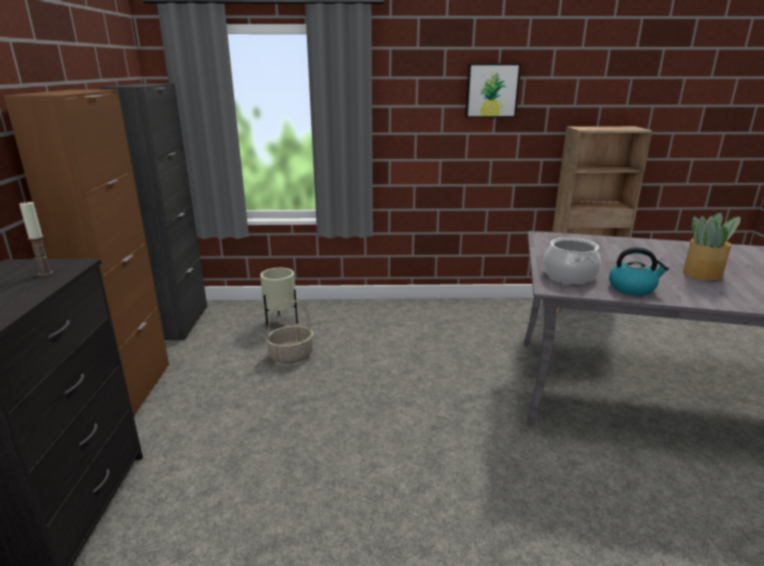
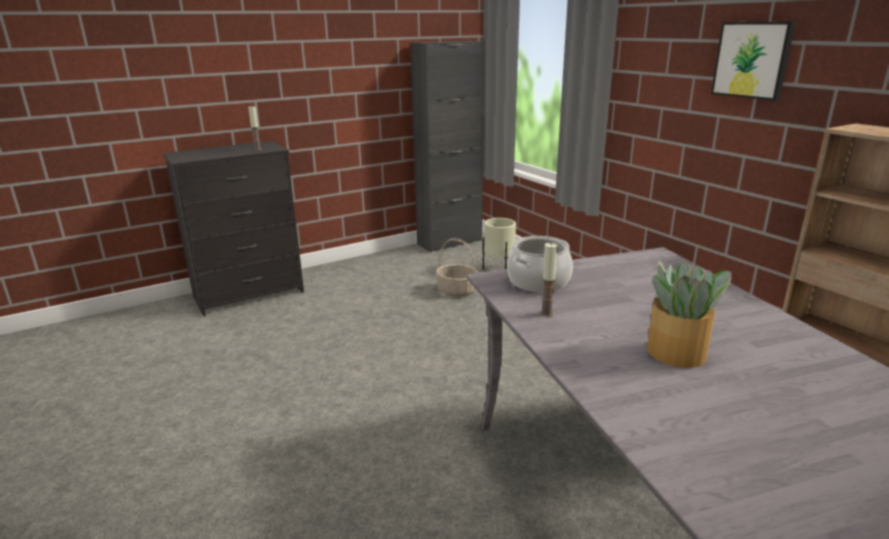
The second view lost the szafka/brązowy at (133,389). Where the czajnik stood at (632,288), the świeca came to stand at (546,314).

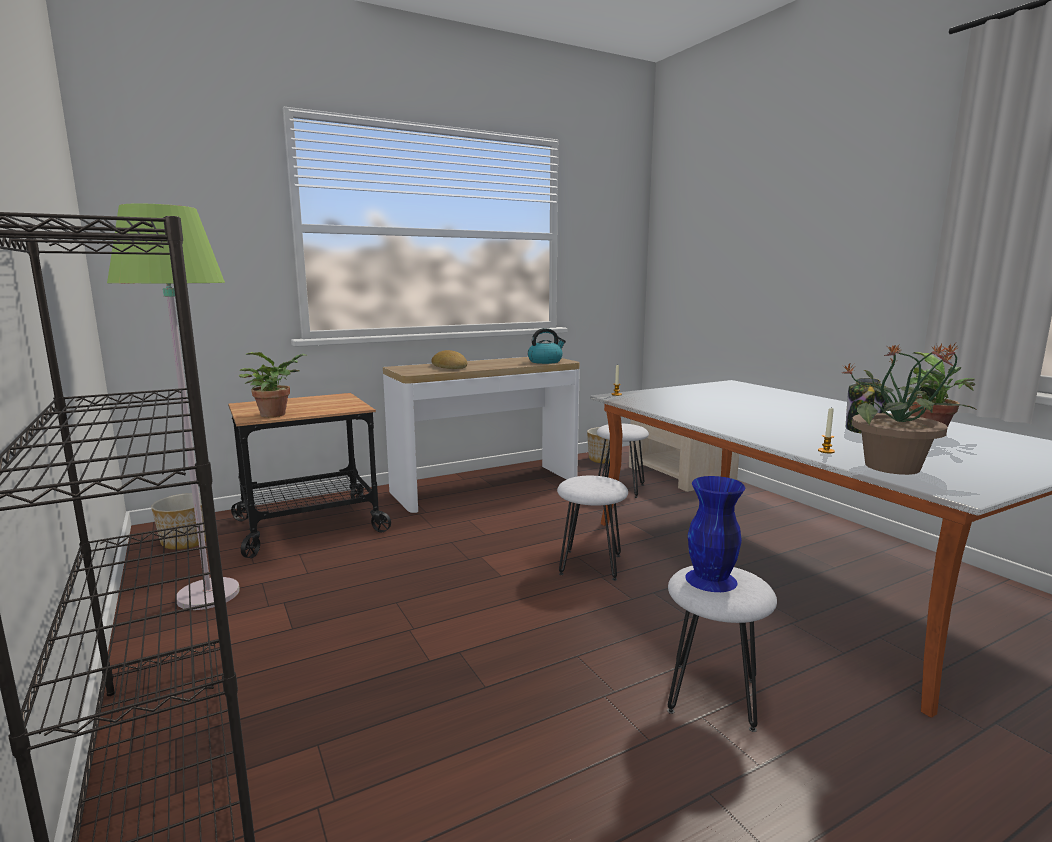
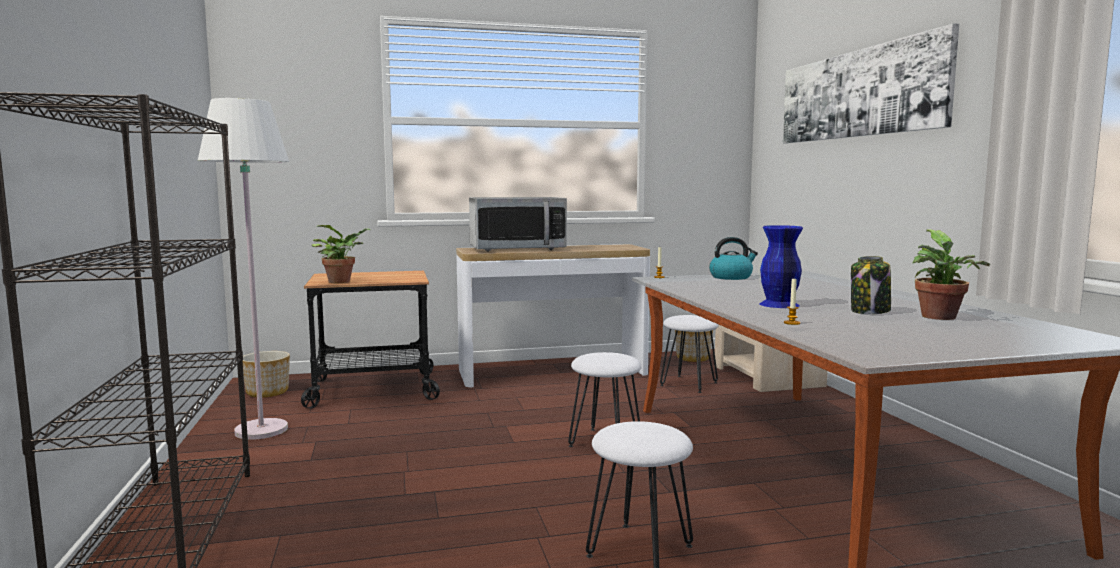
The second view lost the roślina doniczkowa at (894,467). The second view gained the obraz at (858,94). The czajnik ended up elsewhere, having gone from (545,361) to (731,277). The wazon/niebieski ended up elsewhere, having gone from (710,580) to (778,304). Where the chleb stood at (450,366), the mikrofalówka came to stand at (517,249). What was the lampa stojąca/zielony at (209,595) turned into the lampa stojąca/biały at (262,430).

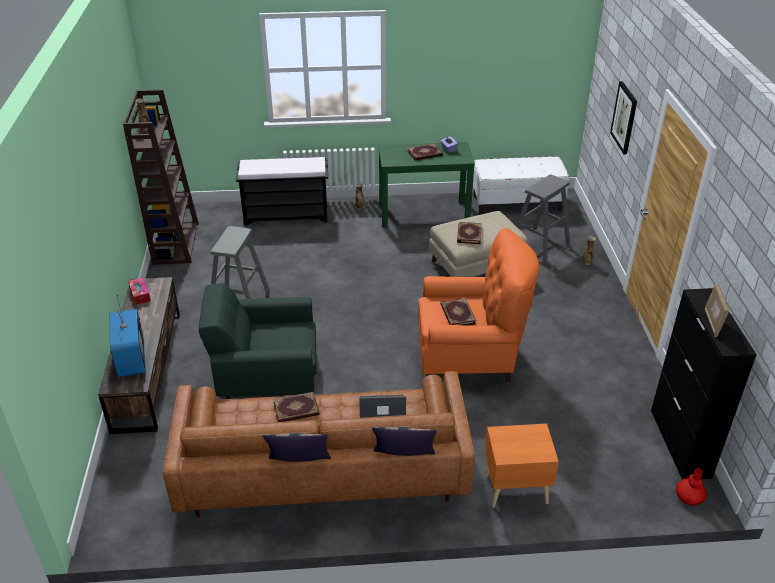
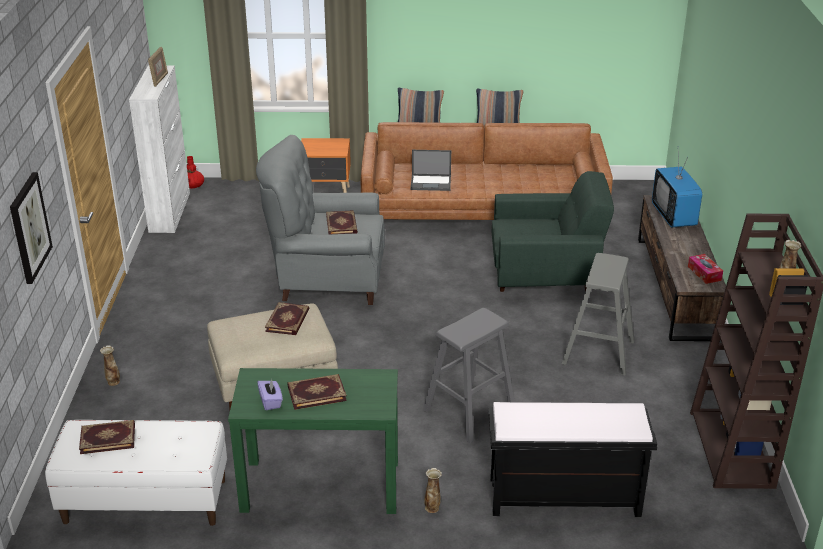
The książka ended up elsewhere, having gone from (296,409) to (108,438). The stołek/szary ended up elsewhere, having gone from (539,245) to (469,412). What was the fotel/pomarańczowy at (470,357) turned into the fotel/szary at (326,280). What was the szafka/czarny at (680,443) turned into the szafka/biały at (170,212).

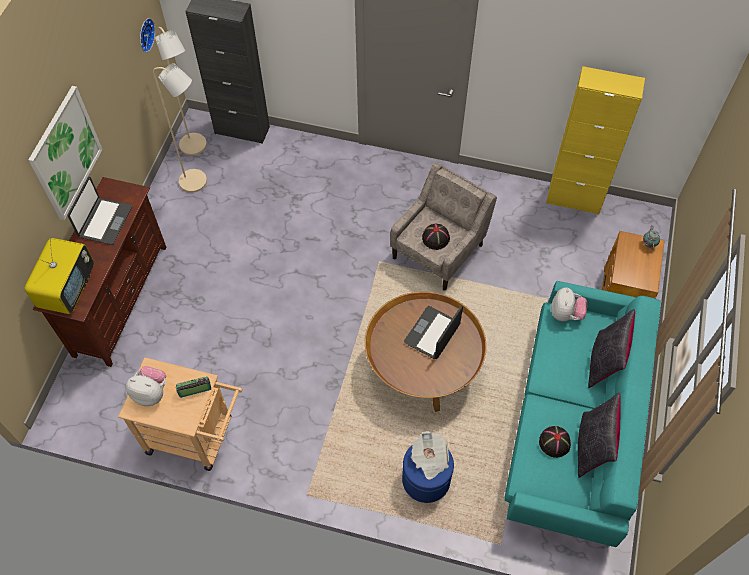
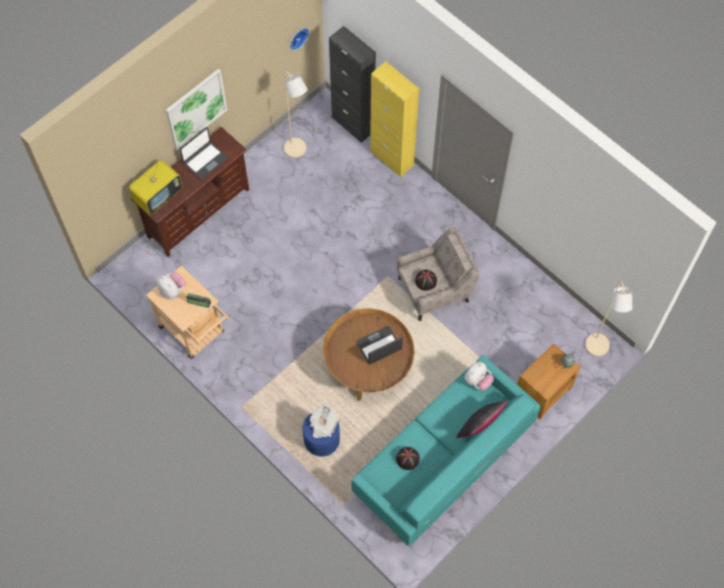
The second view lost the poduszka/czarny at (592,446). The lampa stojąca/beżowy ended up elsewhere, having gone from (195,148) to (597,349). The szafka/żółty ended up elsewhere, having gone from (574,199) to (391,158).

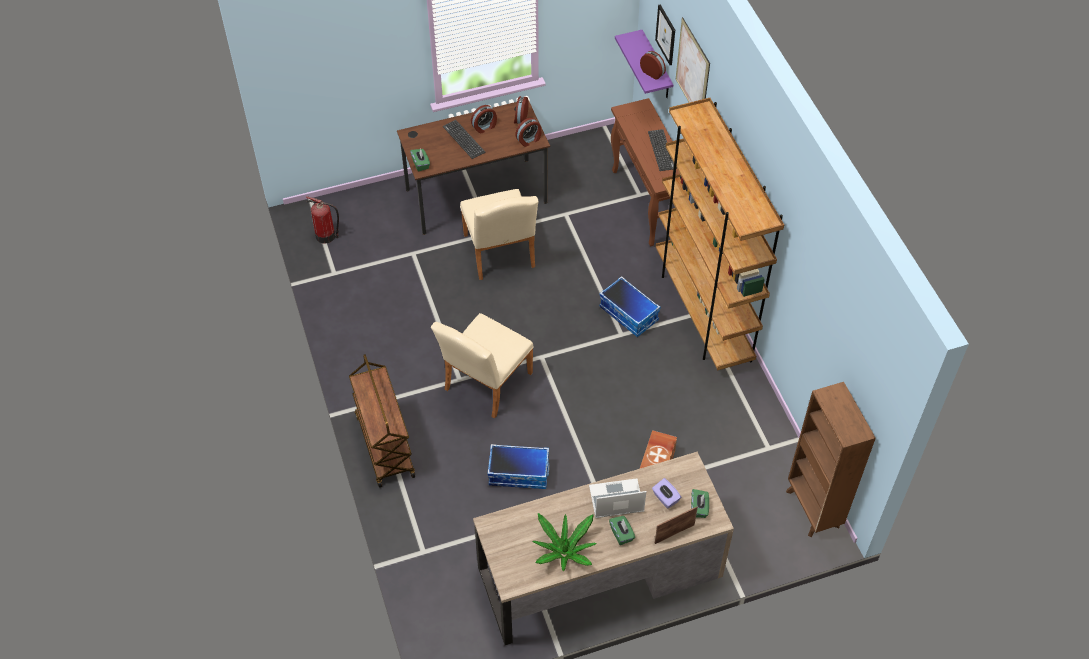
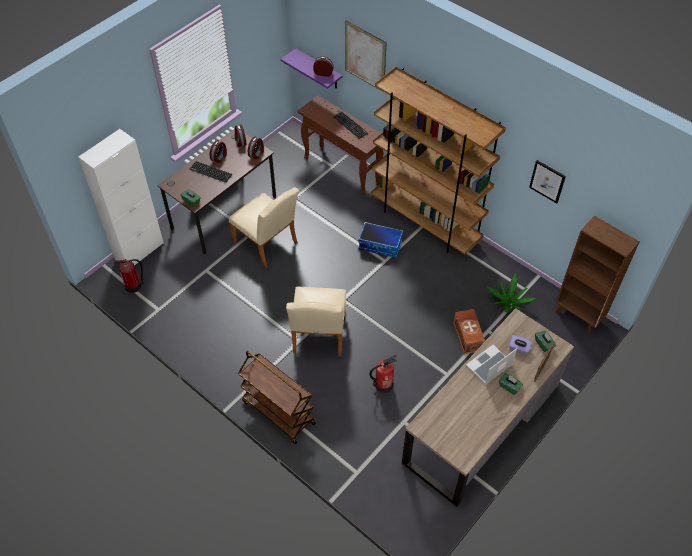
The second view gained the szafka/biały at (139,251). The roślina doniczkowa ended up elsewhere, having gone from (564,551) to (508,302). The obraz ended up elsewhere, having gone from (666,34) to (547,181). Where the pojemnik do przechowywania stood at (519,473), the gaśnica came to stand at (383,384).

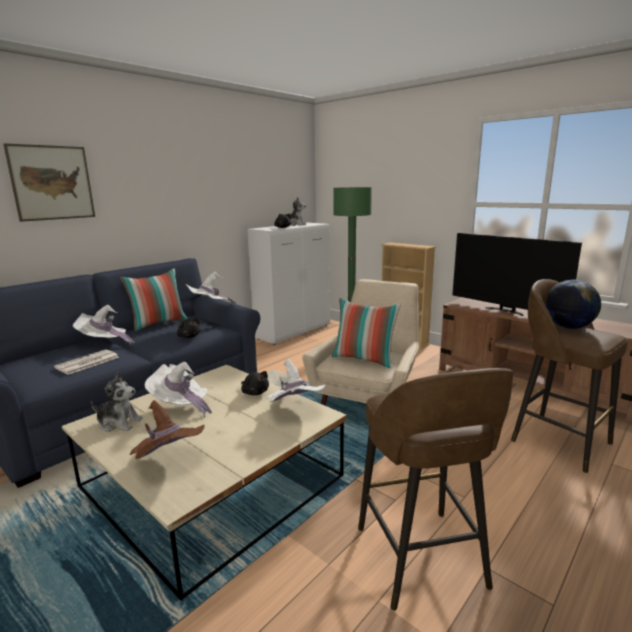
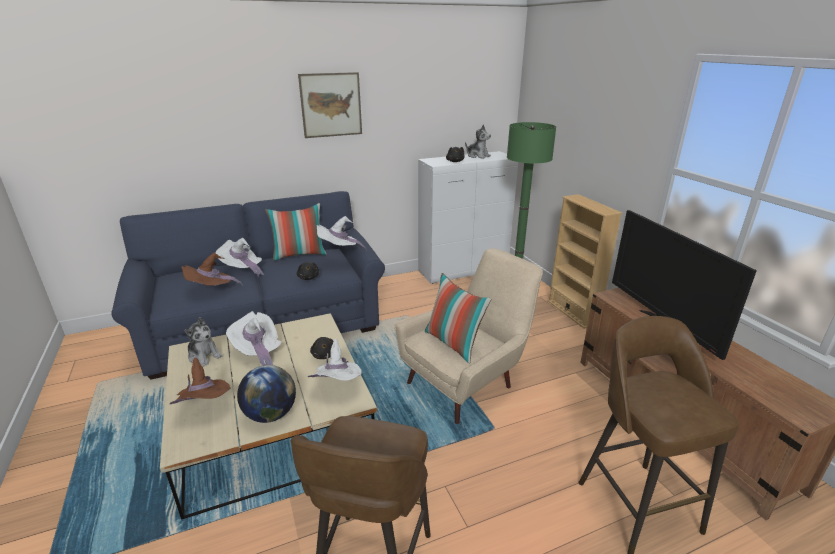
The obraz ended up elsewhere, having gone from (52,183) to (331,105). The globus ended up elsewhere, having gone from (568,327) to (270,414). Where the gazeta stood at (87,363), the kapelusz/brązowy came to stand at (212,290).

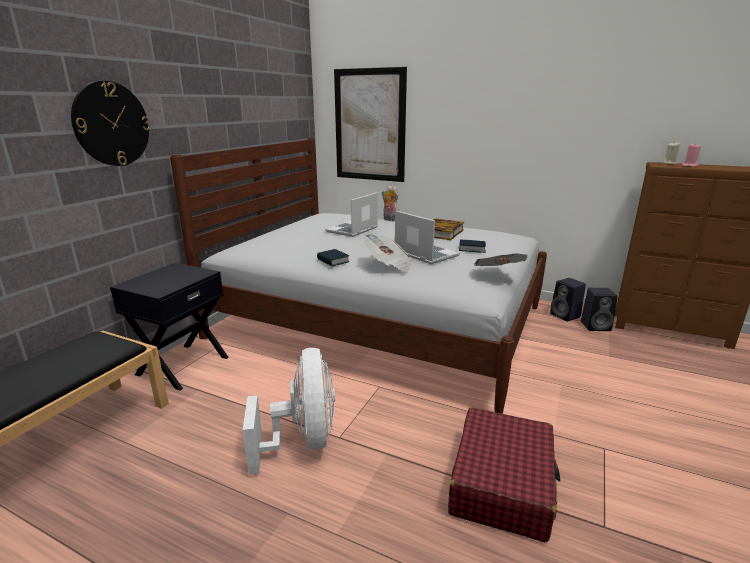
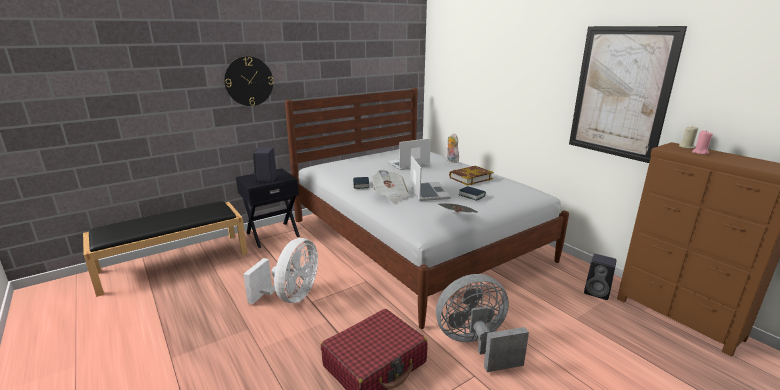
The second view gained the wentylator/szary at (476,345). The obraz ended up elsewhere, having gone from (369,126) to (620,93). The głośnik/czarny ended up elsewhere, having gone from (566,316) to (266,179).

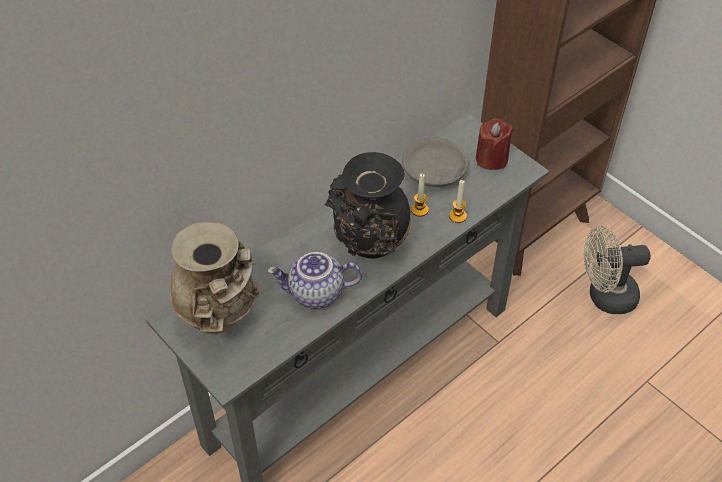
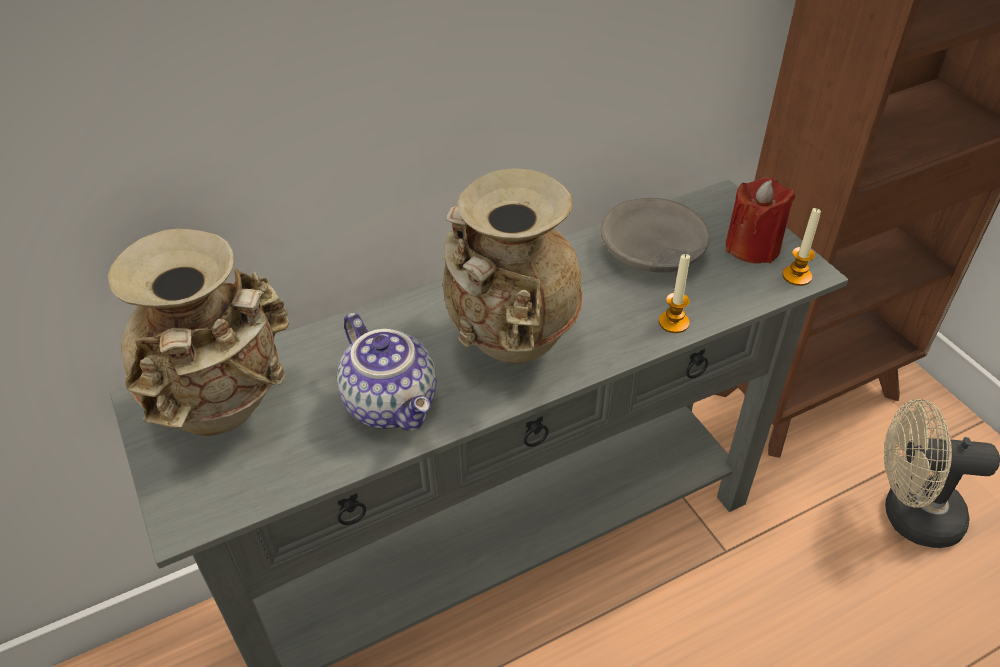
The świeca ended up elsewhere, having gone from (419,210) to (796,276). What was the wazon/czarny at (369,246) turned into the wazon/beżowy at (510,344). The imbryk at (316,294) ended up facing another way, 135 degrees counterclockwise from before.

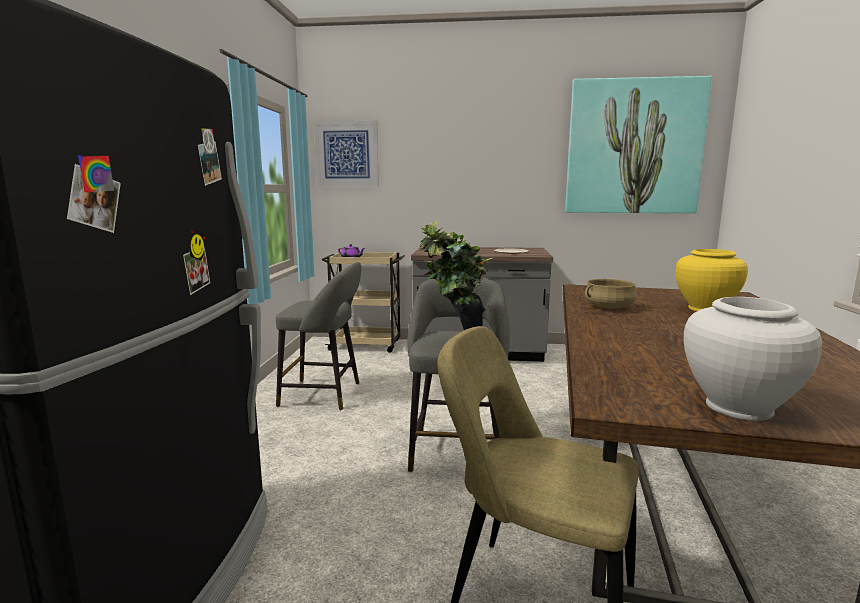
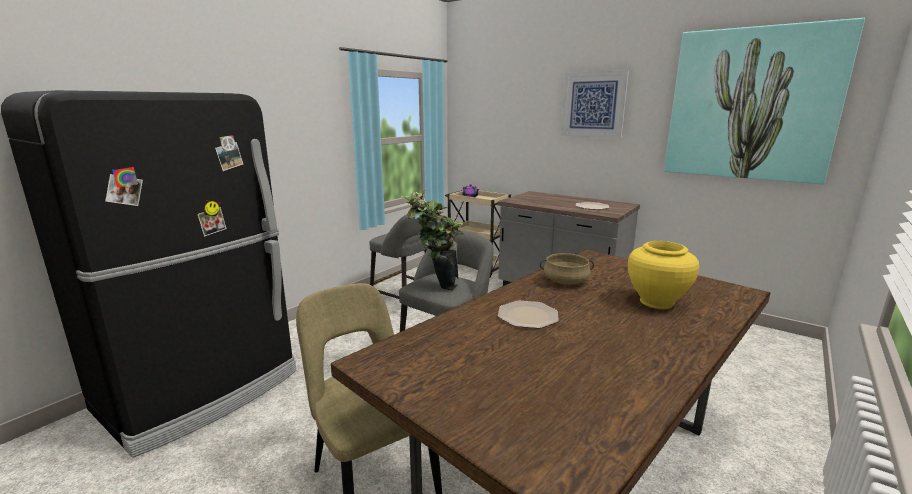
The second view lost the wazon/biały at (738,408). The second view gained the talerz at (527,316). The obraz ended up elsewhere, having gone from (347,154) to (593,104).

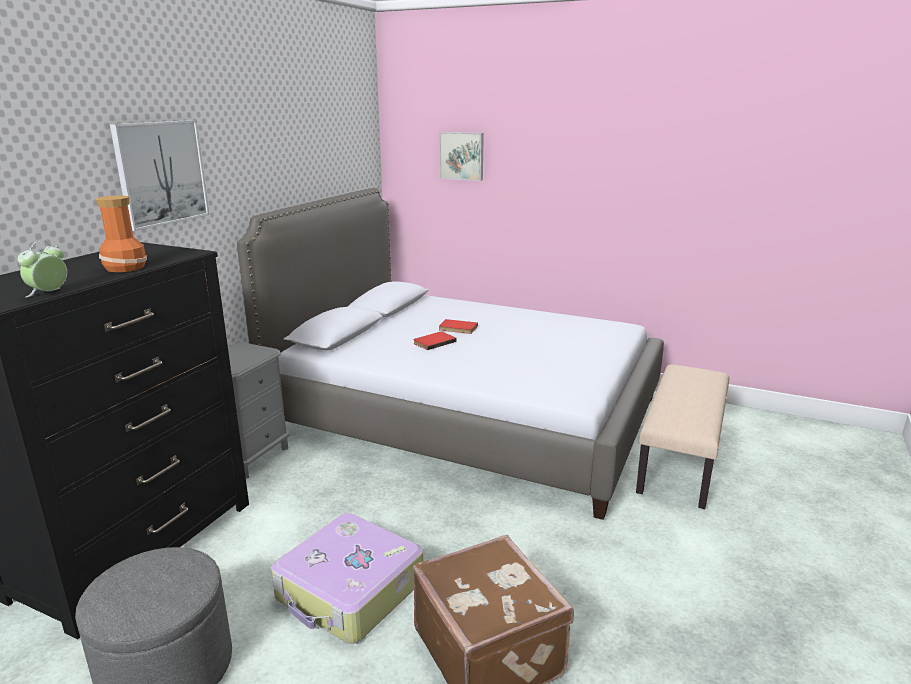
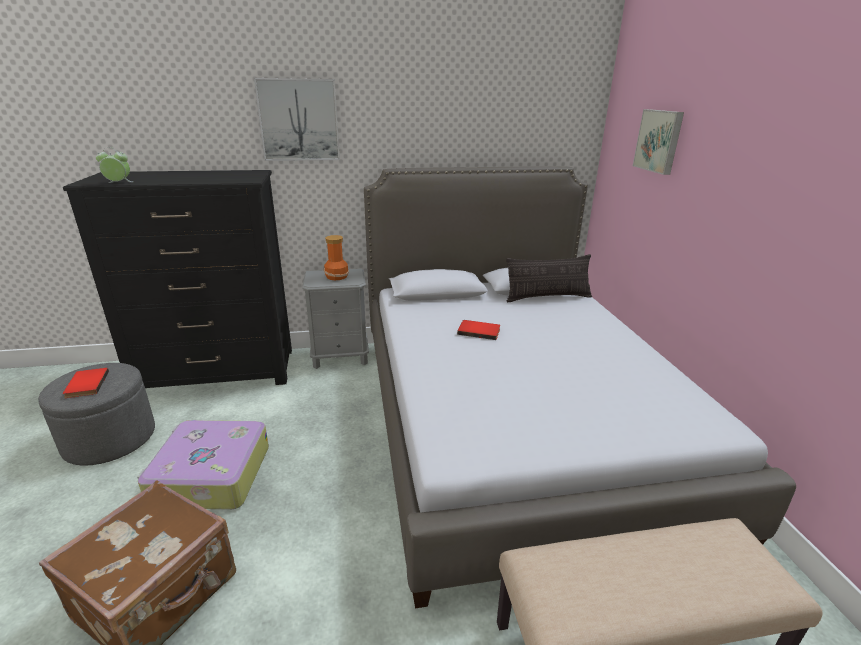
The second view gained the poduszka at (547,297). The wazon ended up elsewhere, having gone from (124,268) to (336,276). The książka/czerwony ended up elsewhere, having gone from (457,328) to (85,384).

